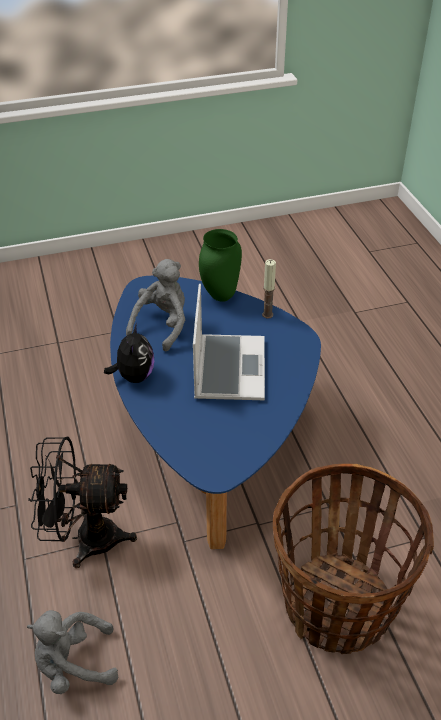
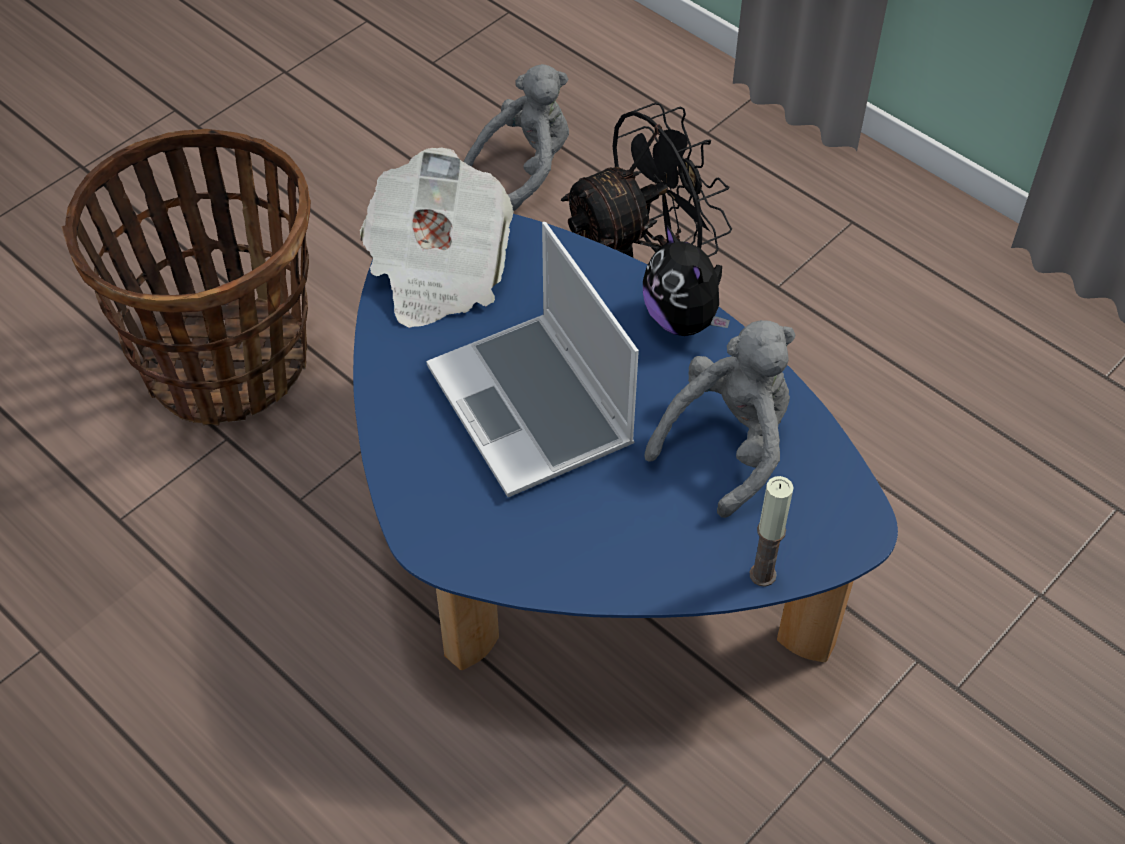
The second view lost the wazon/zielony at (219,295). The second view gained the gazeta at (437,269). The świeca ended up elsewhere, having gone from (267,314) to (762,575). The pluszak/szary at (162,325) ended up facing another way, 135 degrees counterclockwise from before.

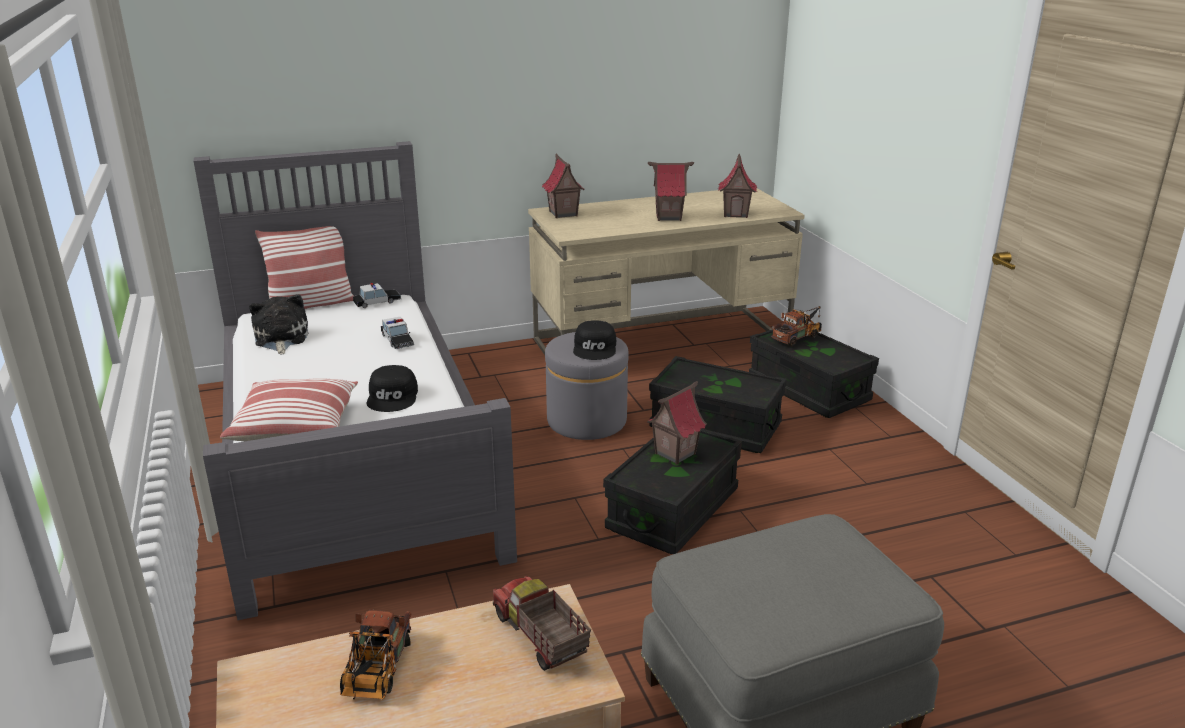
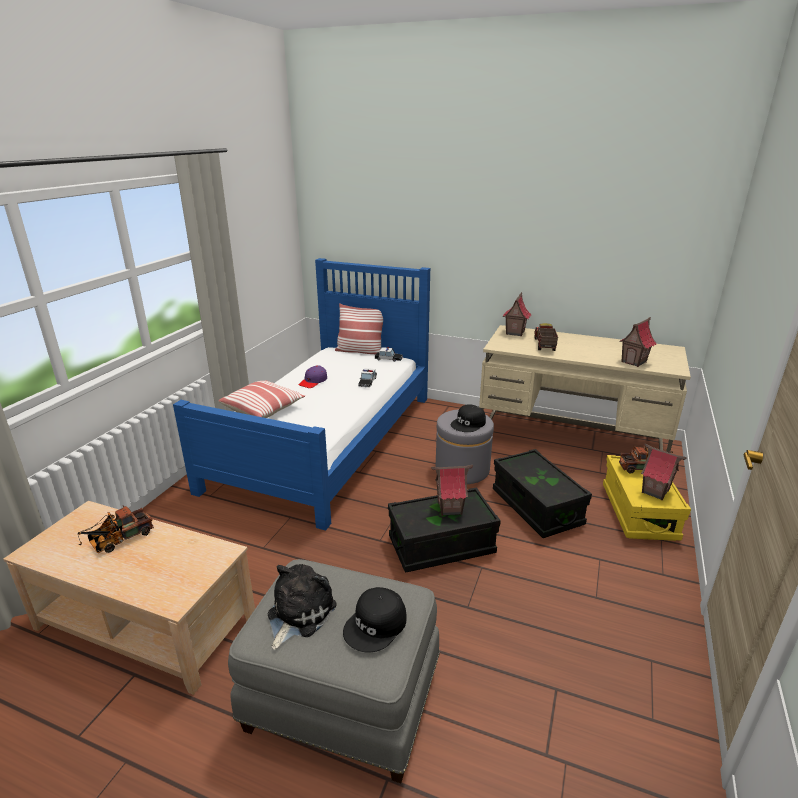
The second view gained the czapka z daszkiem/fioletowy at (313,381). The pluszak ended up elsewhere, having gone from (280,338) to (298,614). The czapka z daszkiem/czarny ended up elsewhere, having gone from (393,396) to (376,625). The ciężarówka zabawkowa ended up elsewhere, having gone from (539,638) to (544,345). The domek ended up elsewhere, having gone from (669,217) to (655,492). What was the łóżko/szary at (354,456) turned into the łóżko/niebieski at (327,439). What was the pojemnik do przechowywania/czarny at (808,390) turned into the pojemnik do przechowywania/żółty at (638,512).

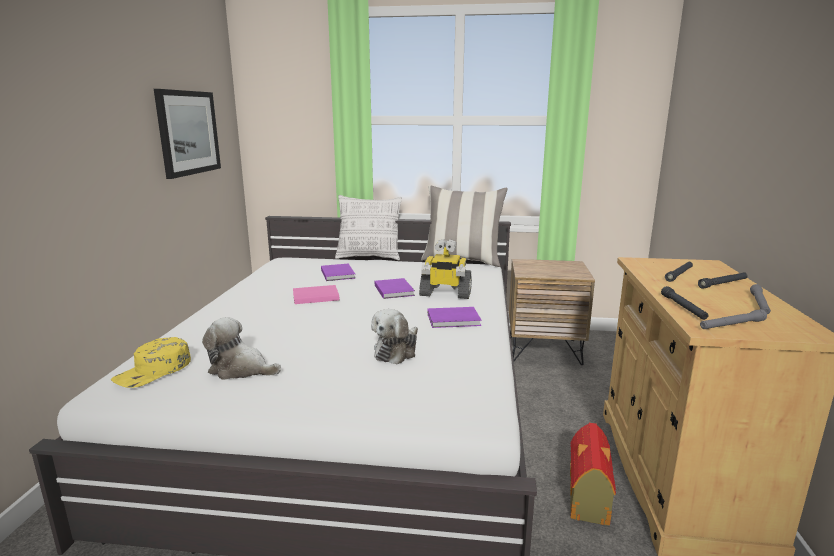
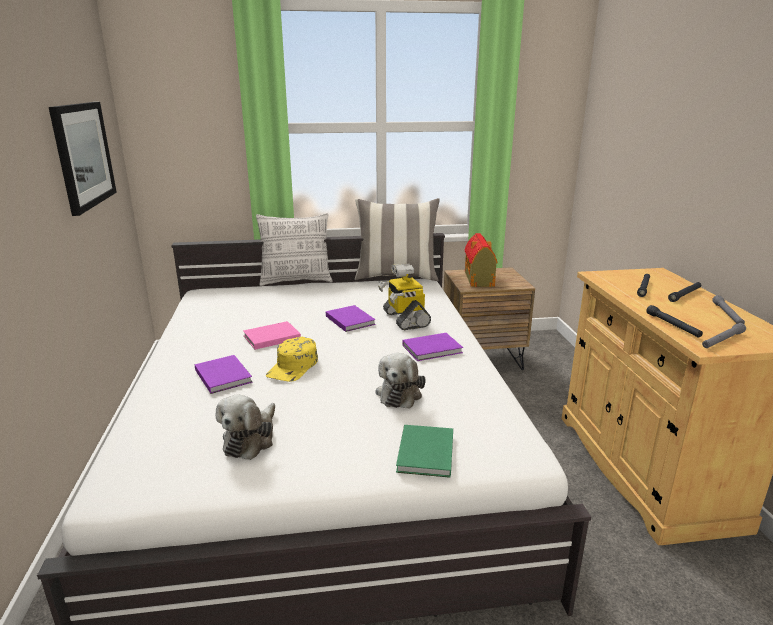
The second view gained the książka/zielony at (424,454). The czapka z daszkiem/żółty ended up elsewhere, having gone from (153,371) to (293,367). The książka/fioletowy ended up elsewhere, having gone from (338,273) to (223,375). The domek ended up elsewhere, having gone from (588,498) to (479,279). The pluszak at (240,369) ended up facing another way, 75 degrees counterclockwise from before. The robot zabawkowy at (445,294) ended up facing another way, 75 degrees clockwise from before.

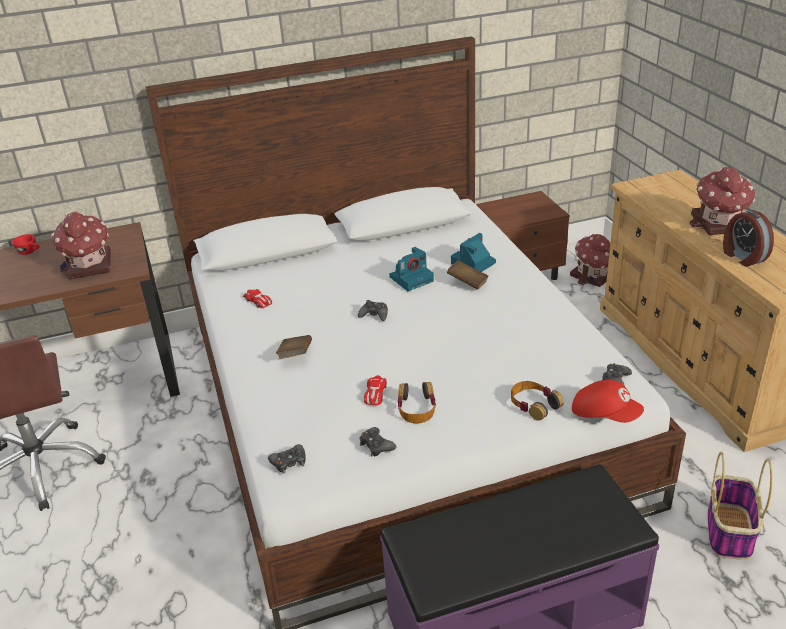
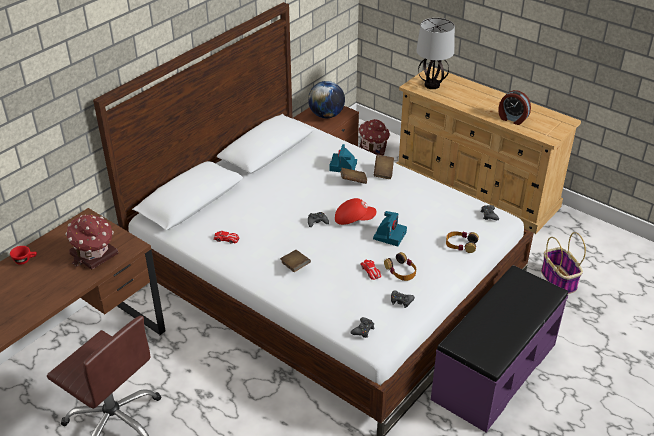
The second view lost the domek at (719,224). The second view gained the globus at (326,115). The second view gained the książka/brązowy at (383,172). The second view gained the lampa stołowa at (432,85). The aparat fotograficzny ended up elsewhere, having gone from (412,278) to (389,235). The czapka z daszkiem/czerwony ended up elsewhere, having gone from (605,414) to (354,219).

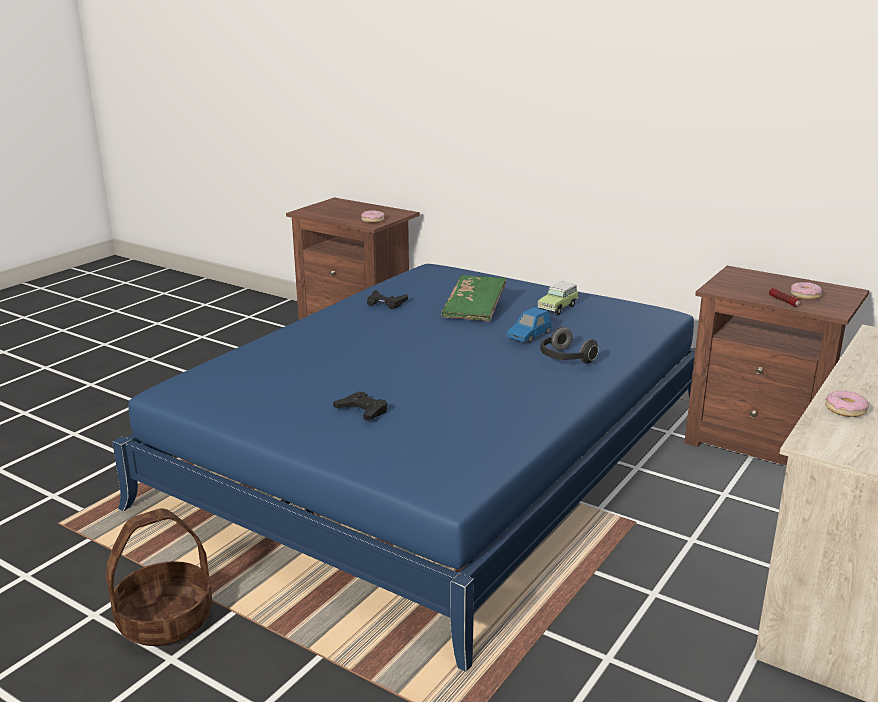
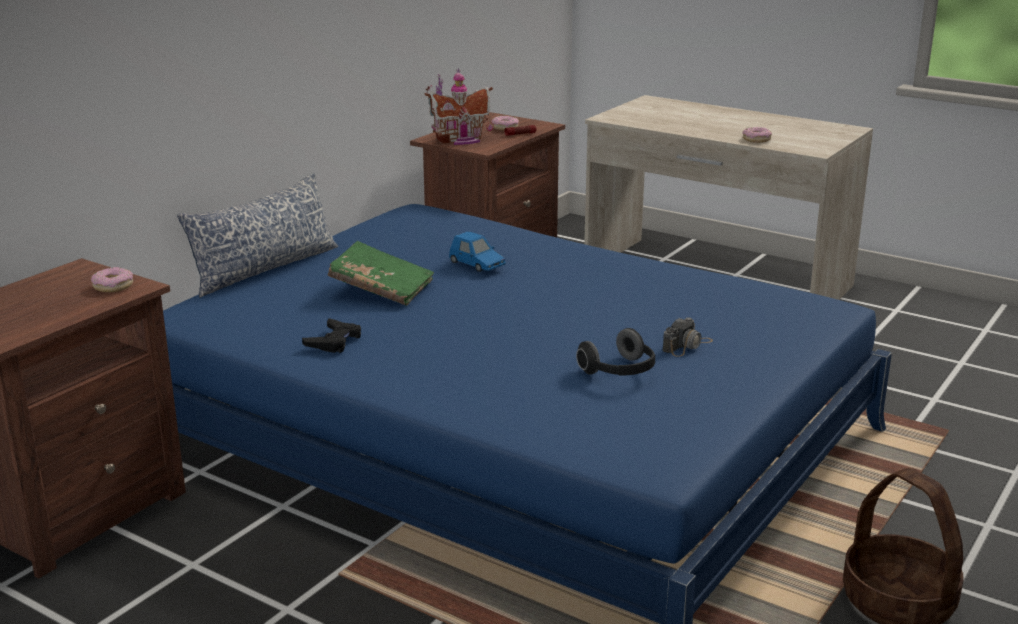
The second view lost the samochodzik at (558,307). The second view gained the poduszka at (264,269). The second view gained the domek at (461,140). The słuchawki ended up elsewhere, having gone from (565,359) to (620,372). Where the pad do gier/czarny stood at (362,411), the aparat fotograficzny came to stand at (687,345).

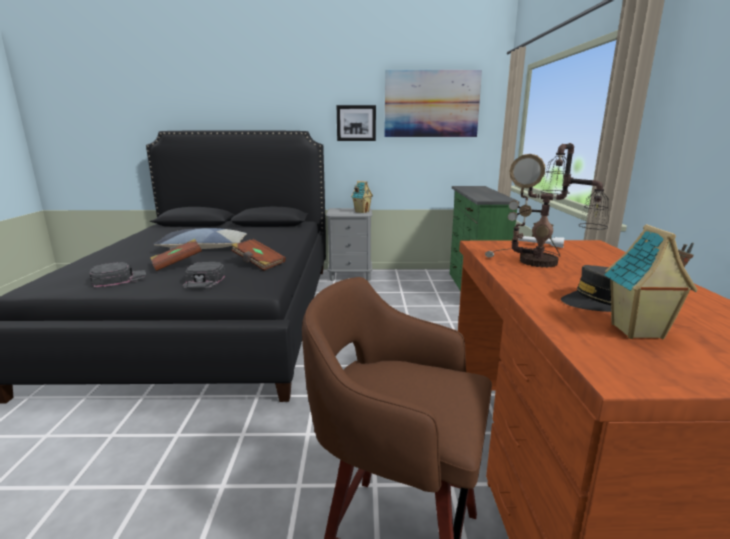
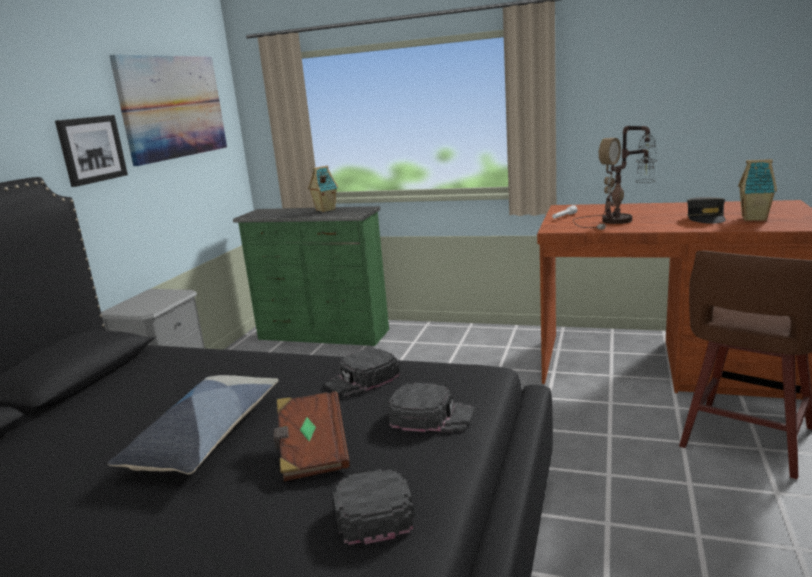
The domek ended up elsewhere, having gone from (361,212) to (325,210). Where the książka/brązowy stood at (258,263), the czapka z daszkiem/czarny came to stand at (362,379).

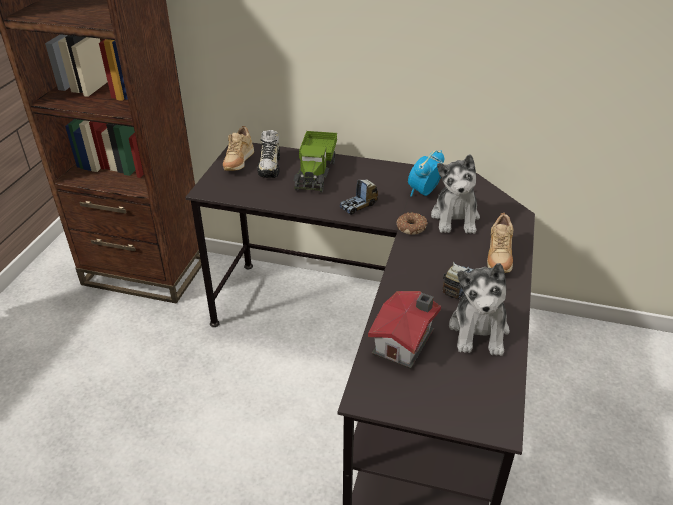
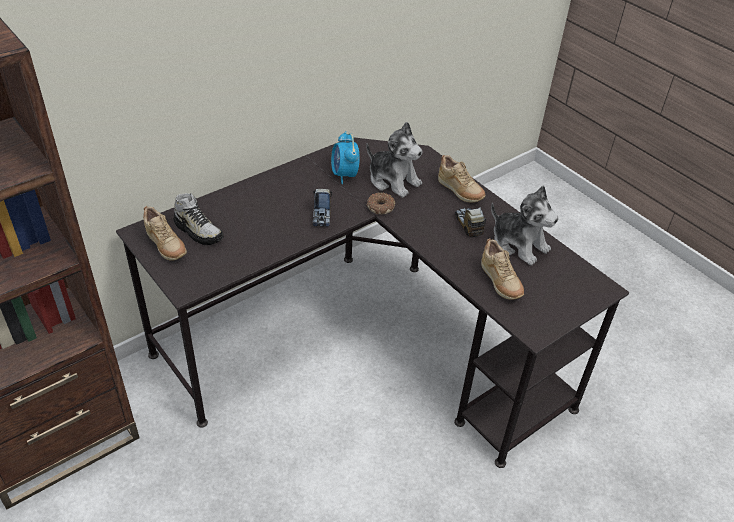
The second view lost the ciężarówka zabawkowa at (316,171). Where the domek stood at (406,342), the but/beżowy came to stand at (500,283).

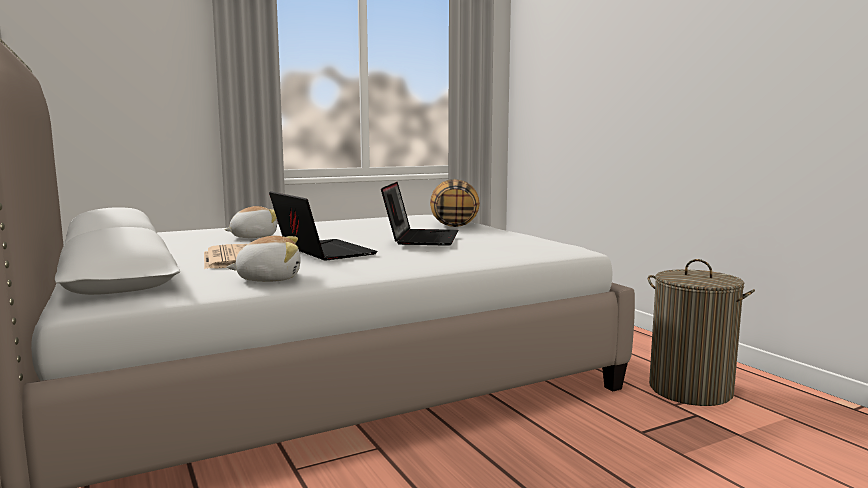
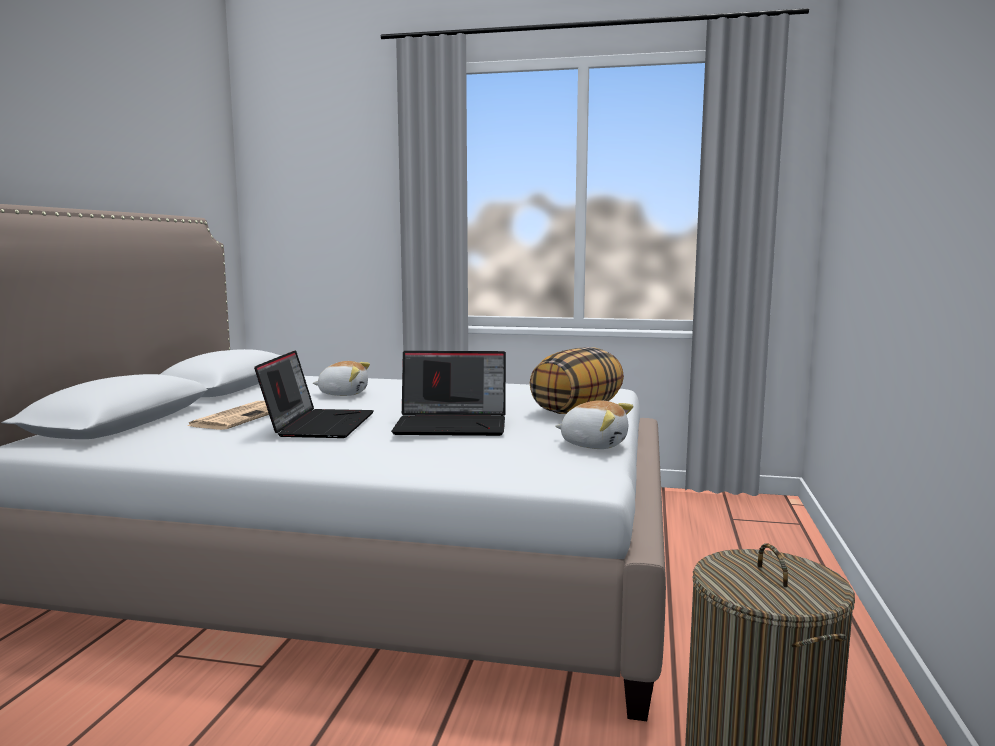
The pluszak ended up elsewhere, having gone from (269,279) to (594,444). The laptop at (421,238) ended up facing another way, 45 degrees clockwise from before.

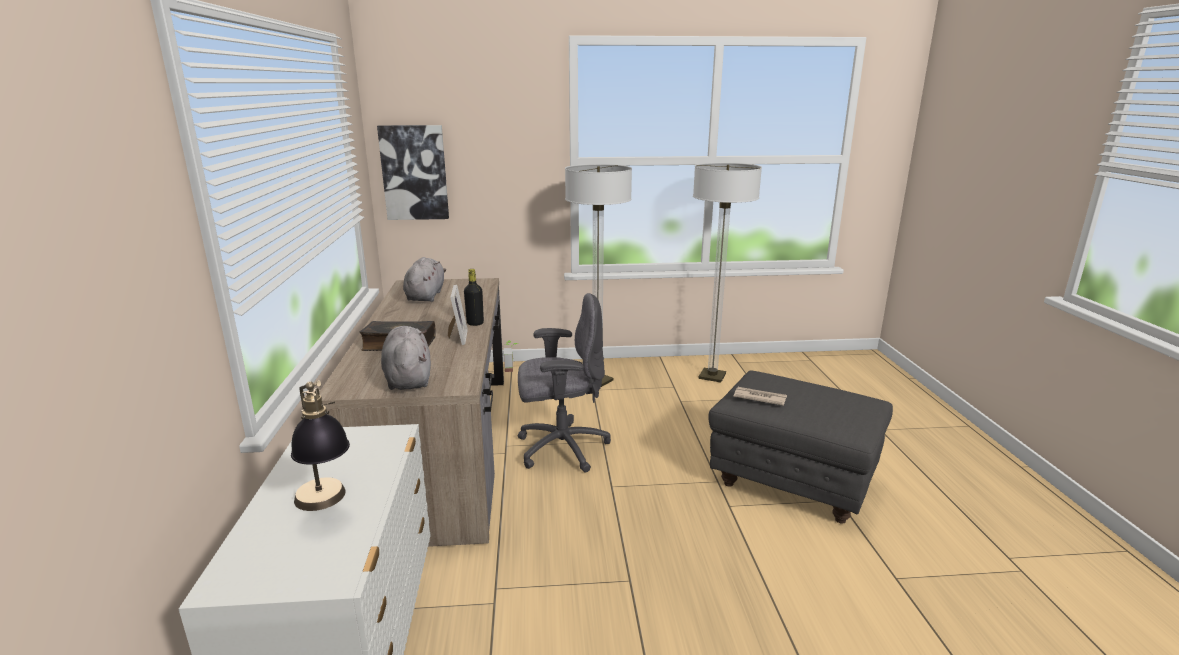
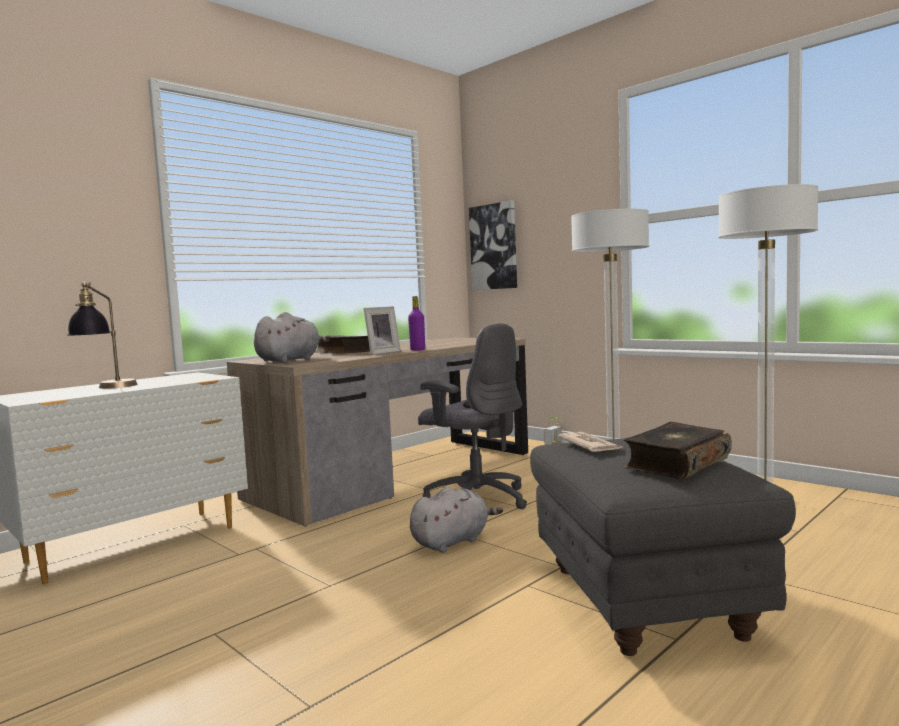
The second view gained the książka at (676,464). The pluszak/szary ended up elsewhere, having gone from (426,296) to (452,541). What was the butelka/czarny at (475,323) turned into the butelka/fioletowy at (417,350).

